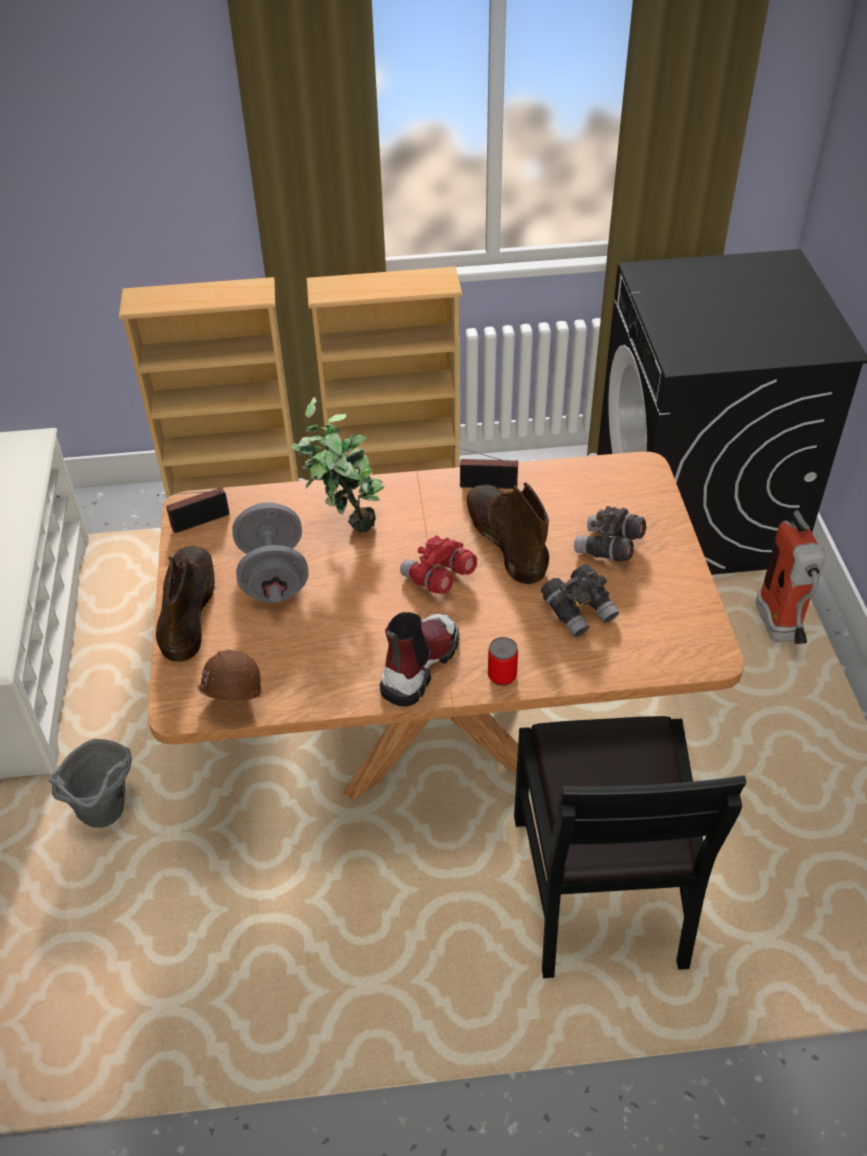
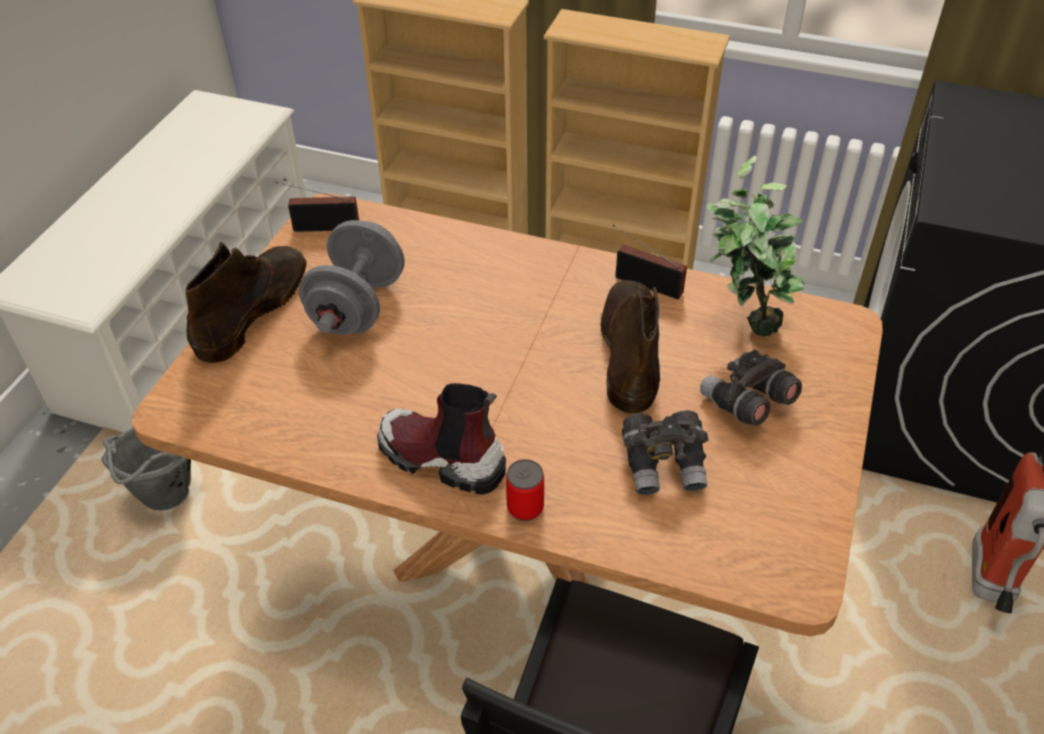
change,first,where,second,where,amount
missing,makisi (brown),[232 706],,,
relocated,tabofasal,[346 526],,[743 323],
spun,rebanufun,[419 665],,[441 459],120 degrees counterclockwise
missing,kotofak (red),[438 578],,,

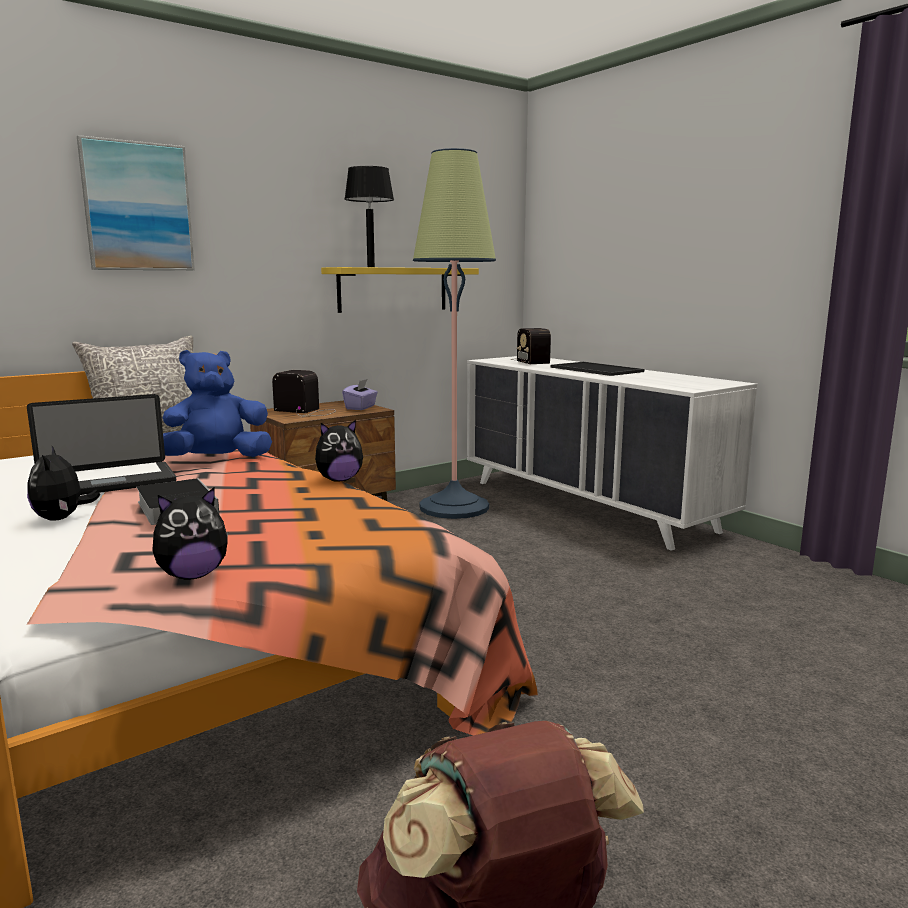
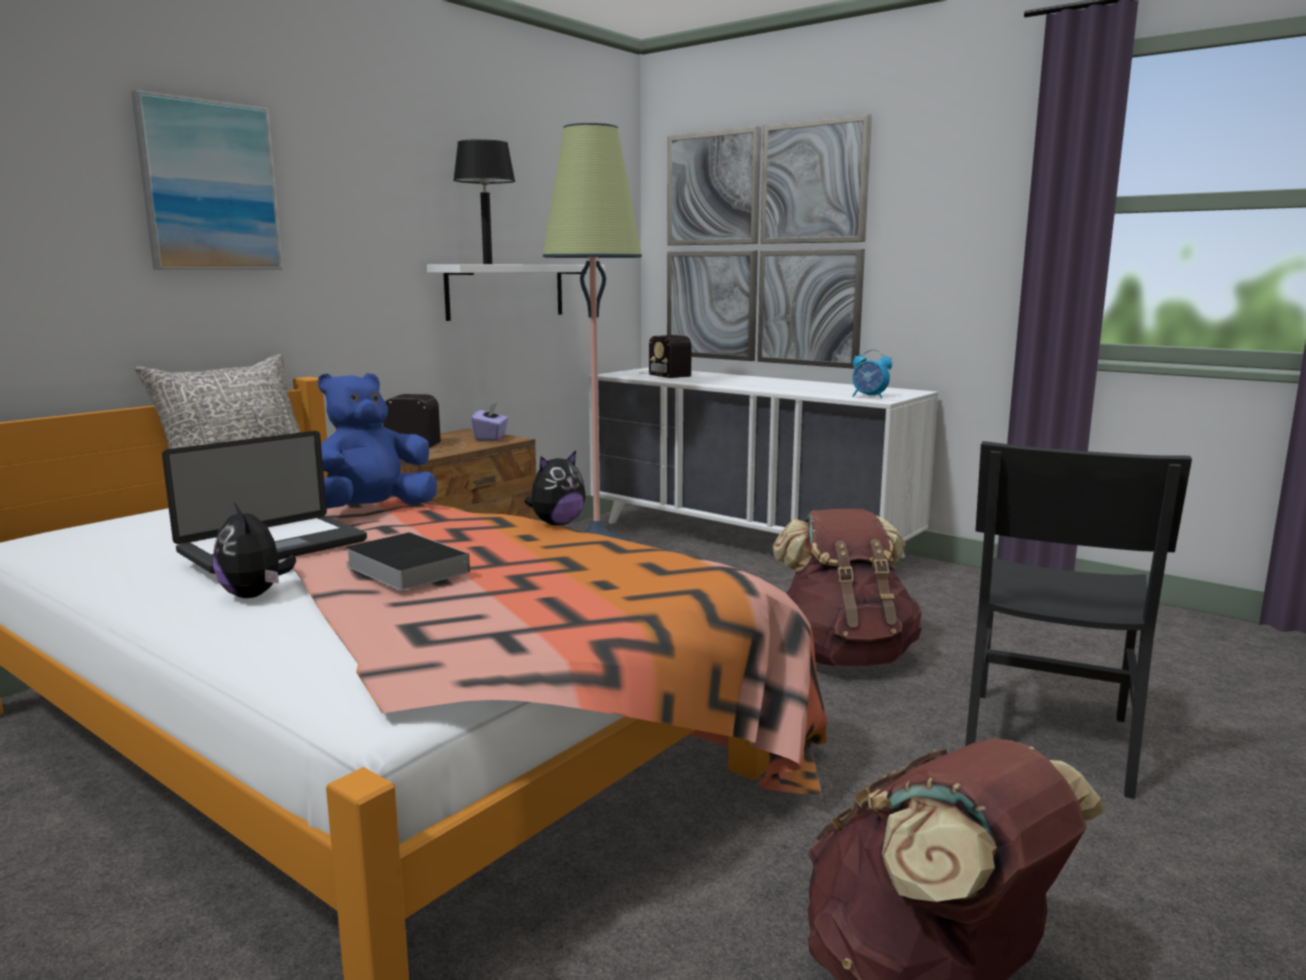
change,first,where,second,where,amount
missing,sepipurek,[193 575],,,
colour,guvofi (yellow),[393 289],guvofi (white),[506 291],
missing,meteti,[594 369],,,
appeared,,,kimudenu,[760 247],
appeared,,,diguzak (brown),[843 656],
appeared,,,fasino,[869 397],
appeared,,,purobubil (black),[1047 740],

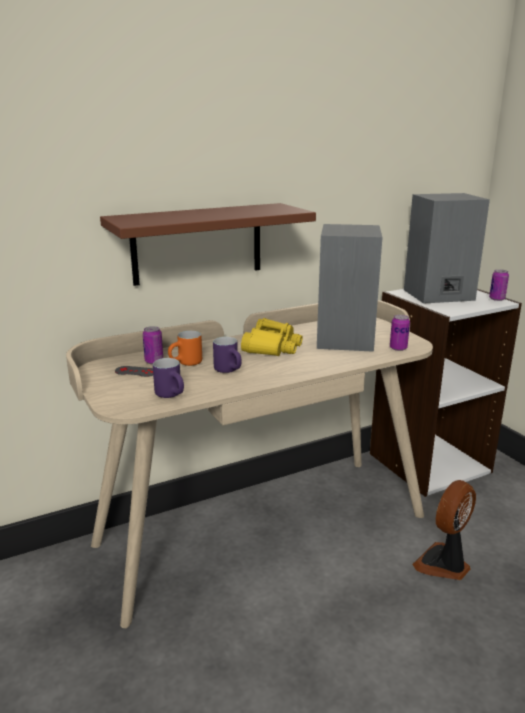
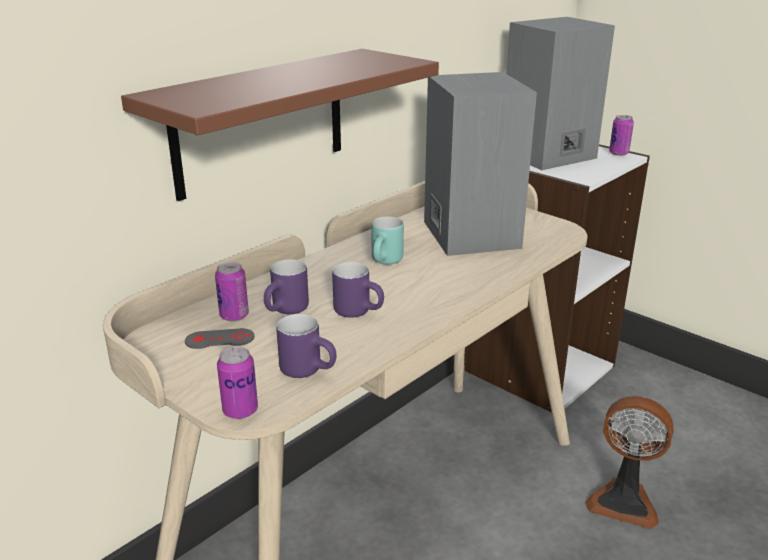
change,first,where,second,where,amount
colour,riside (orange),[186 364],riside (purple),[287 312],
exchanged,kotofak (yellow),[272 347],riside (turquoise),[387 263],
relocated,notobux,[398 348],,[240 410],
spun,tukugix,[444 564],,[624 501],90 degrees counterclockwise

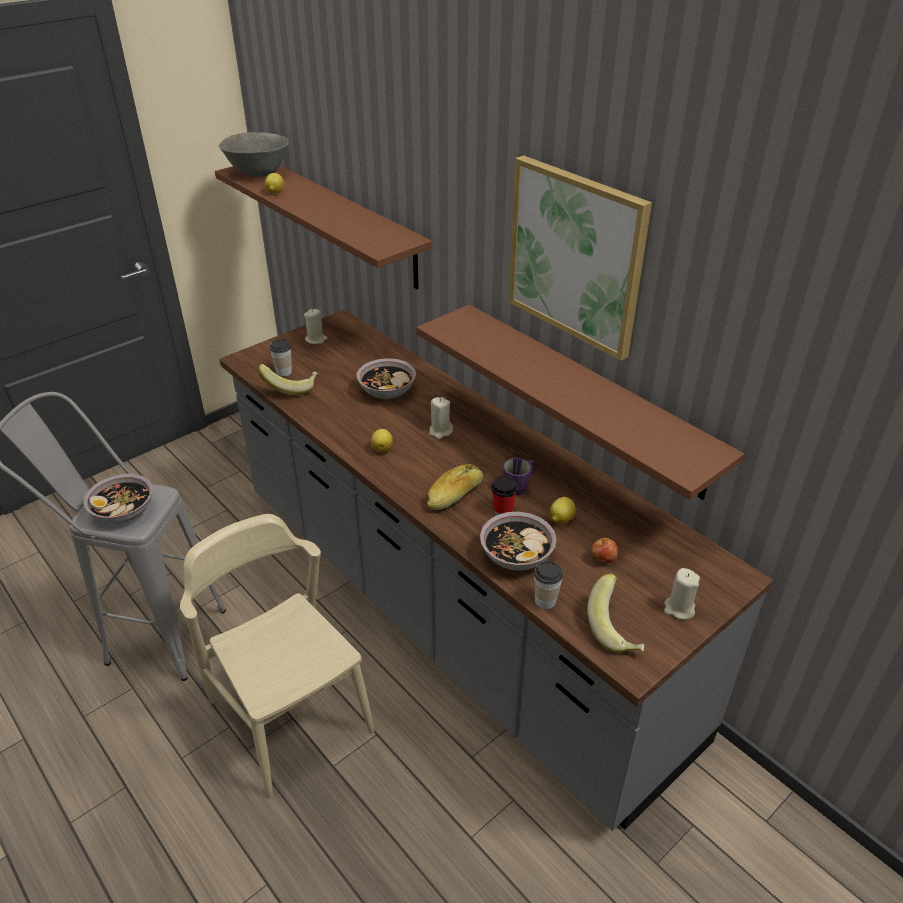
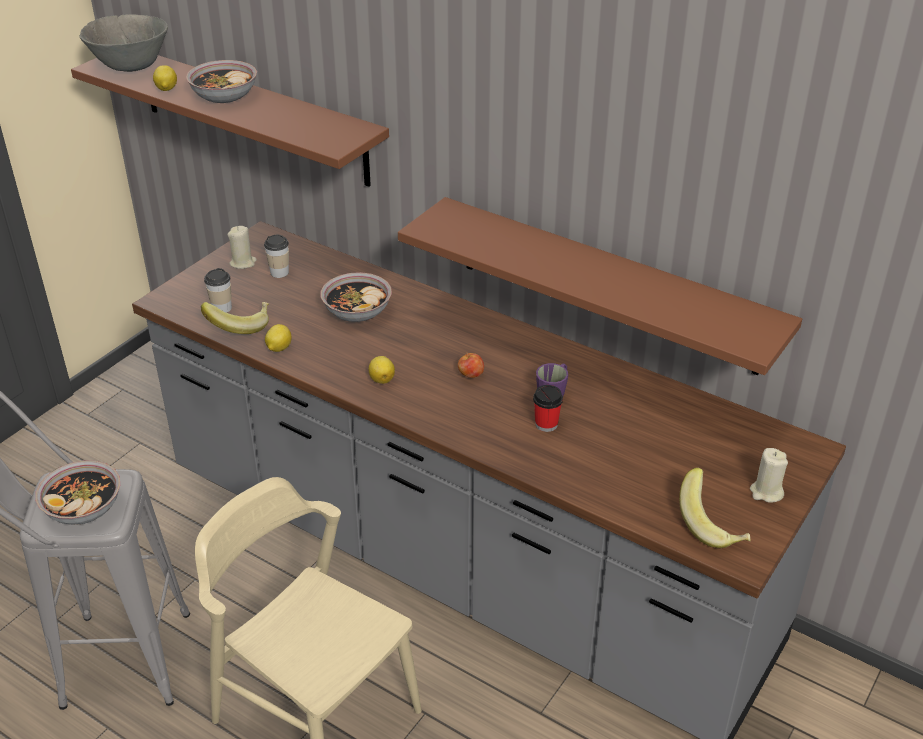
change,first,where,second,where,amount
missing,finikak,[455 495],,,
missing,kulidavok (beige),[440 431],,,
relocated,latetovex,[516 555],,[224 96],
missing,kimudenu,[576 256],,,
relocated,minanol,[545 600],,[279 272],
relocated,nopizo,[561 519],,[278 348],
relocated,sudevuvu,[603 559],,[470 375],

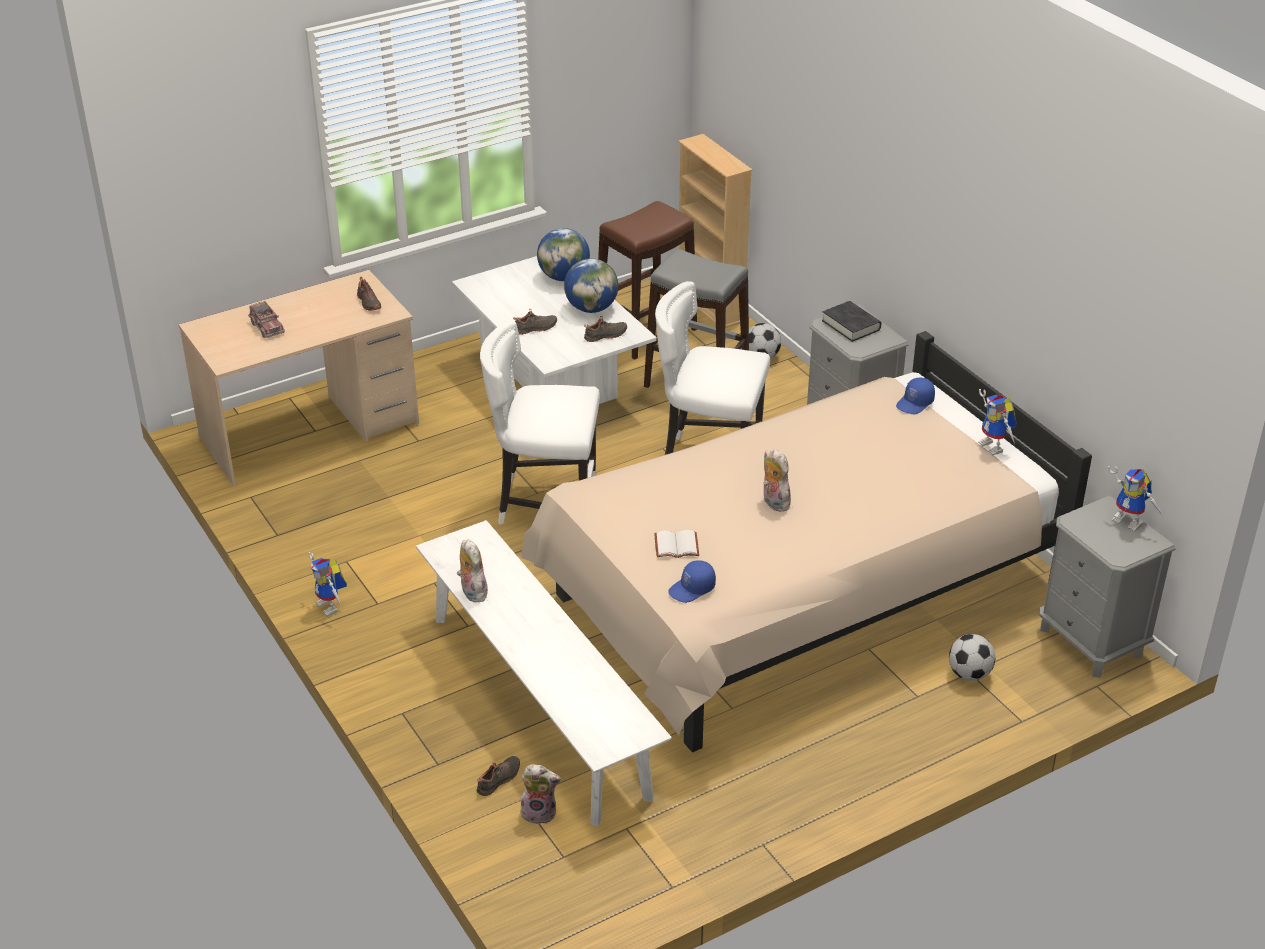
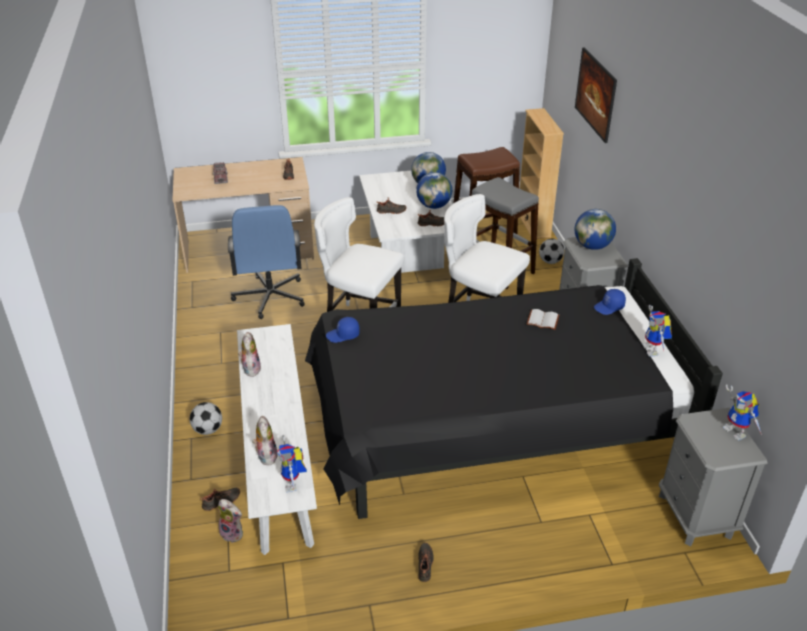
change,first,where,second,where,amount
relocated,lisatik,[332 606],,[294 484],
colour,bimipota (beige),[796 597],bimipota (black),[490 426],
relocated,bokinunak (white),[677 545],,[543 320],
relocated,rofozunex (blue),[692 589],,[343 335],
relocated,sepipurek,[773 502],,[266 455],
exchanged,bokinunak (black),[851 325],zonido,[592 246],
relocated,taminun,[969 674],,[208 430],
appeared,,,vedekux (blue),[270 297],
appeared,,,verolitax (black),[426 565],
appeared,,,kimudenu,[593 109],

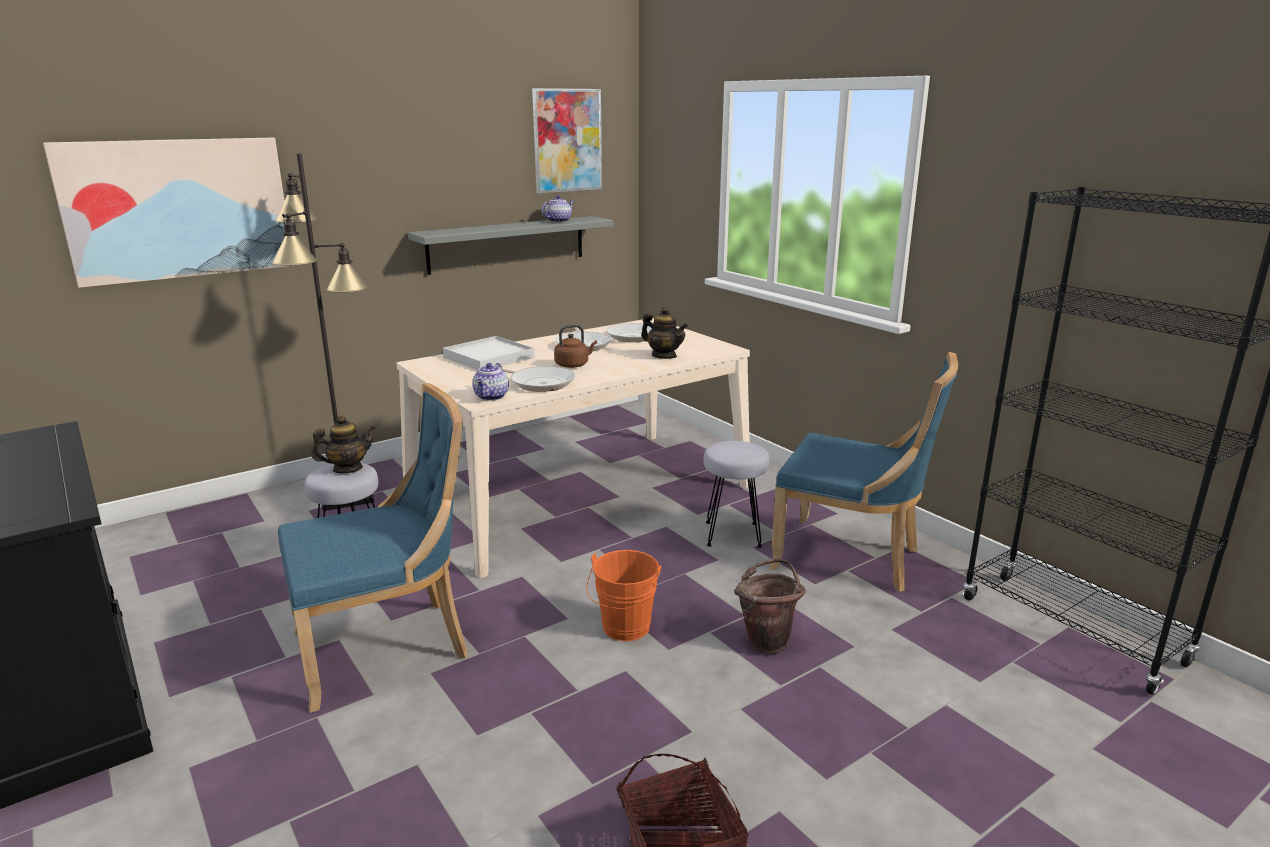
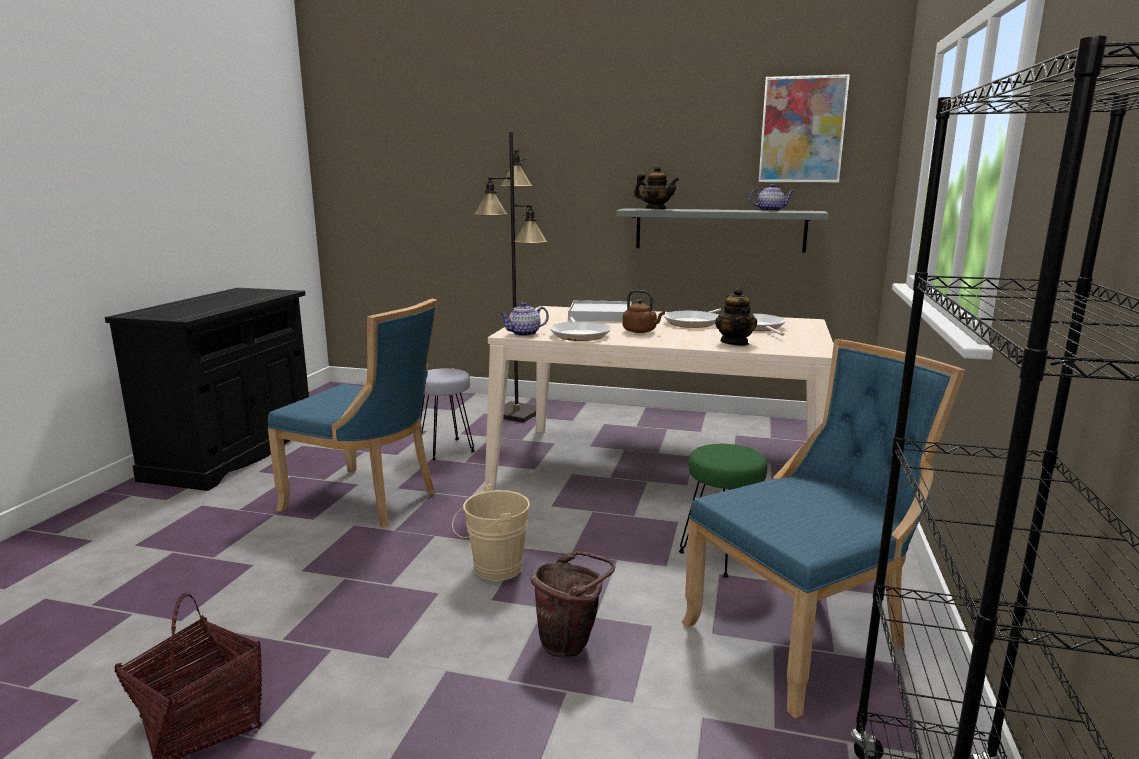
change,first,where,second,where,amount
missing,kimudenu,[178 209],,,
relocated,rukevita,[347 469],,[655 209],
colour,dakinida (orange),[624 630],dakinida (beige),[492 569],
colour,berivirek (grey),[732 535],berivirek (green),[721 555],
spun,purobubil (blue),[852 558],,[804 637],105 degrees counterclockwise

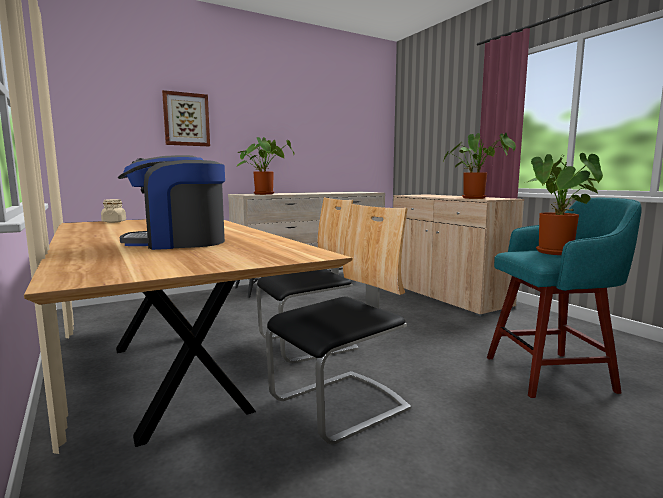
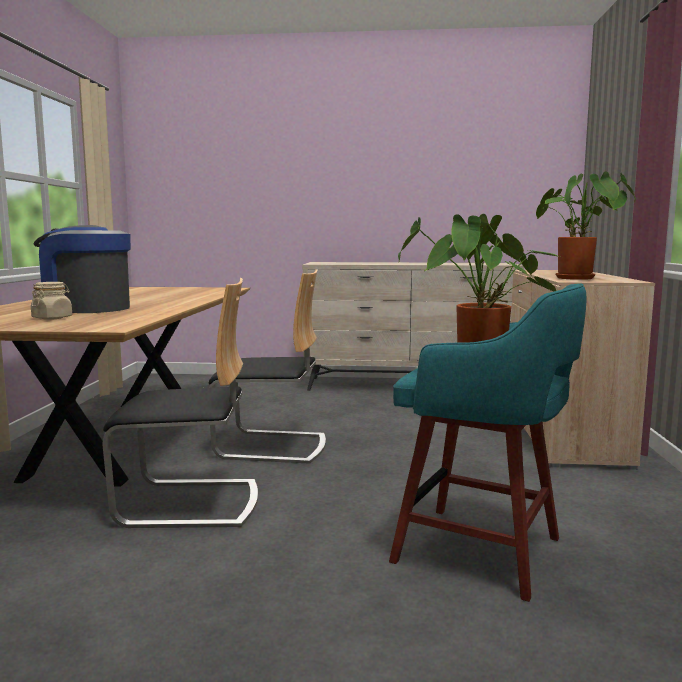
change,first,where,second,where,amount
relocated,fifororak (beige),[114 222],,[52 318],
missing,kimudenu,[186 119],,,
missing,tabofasal,[265 194],,,

